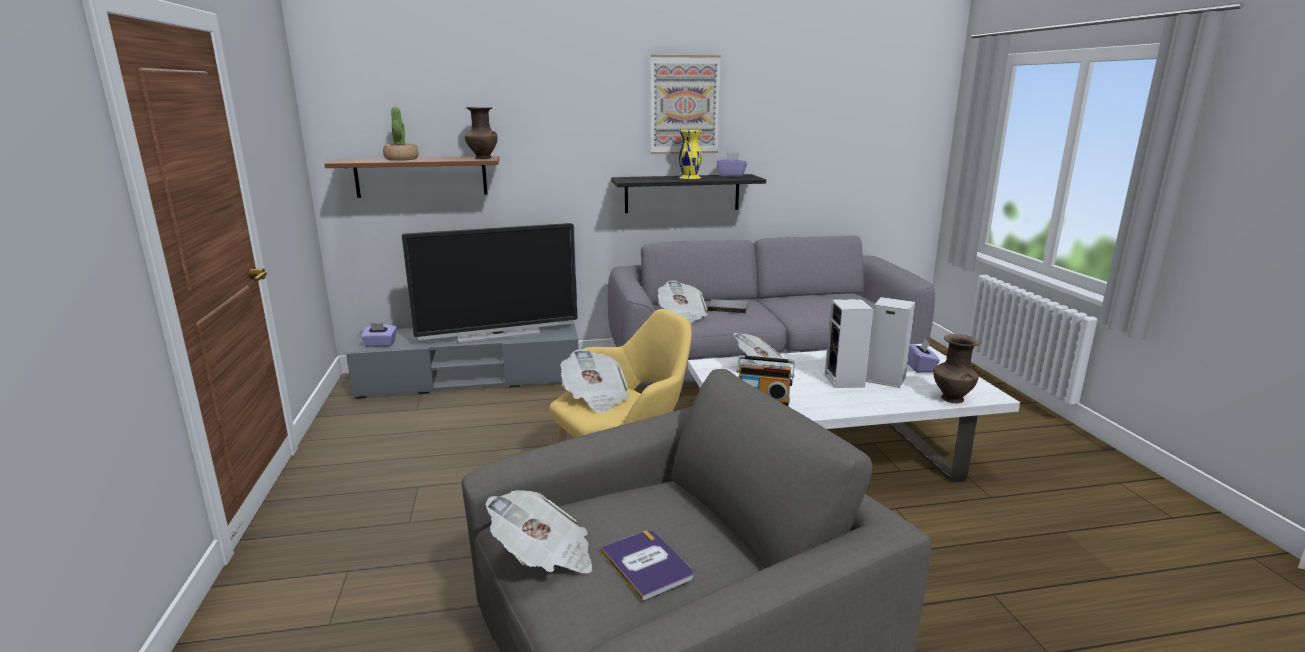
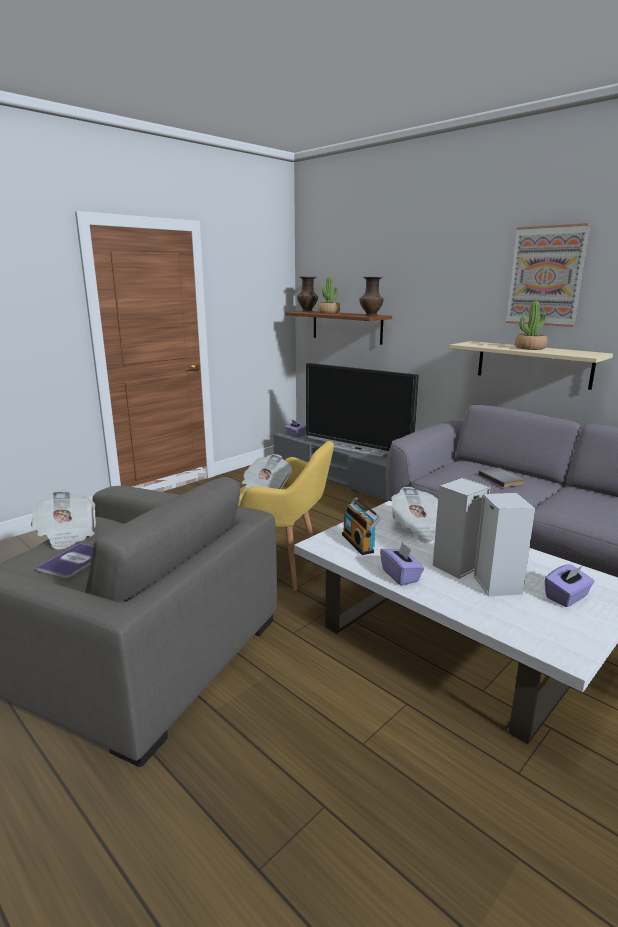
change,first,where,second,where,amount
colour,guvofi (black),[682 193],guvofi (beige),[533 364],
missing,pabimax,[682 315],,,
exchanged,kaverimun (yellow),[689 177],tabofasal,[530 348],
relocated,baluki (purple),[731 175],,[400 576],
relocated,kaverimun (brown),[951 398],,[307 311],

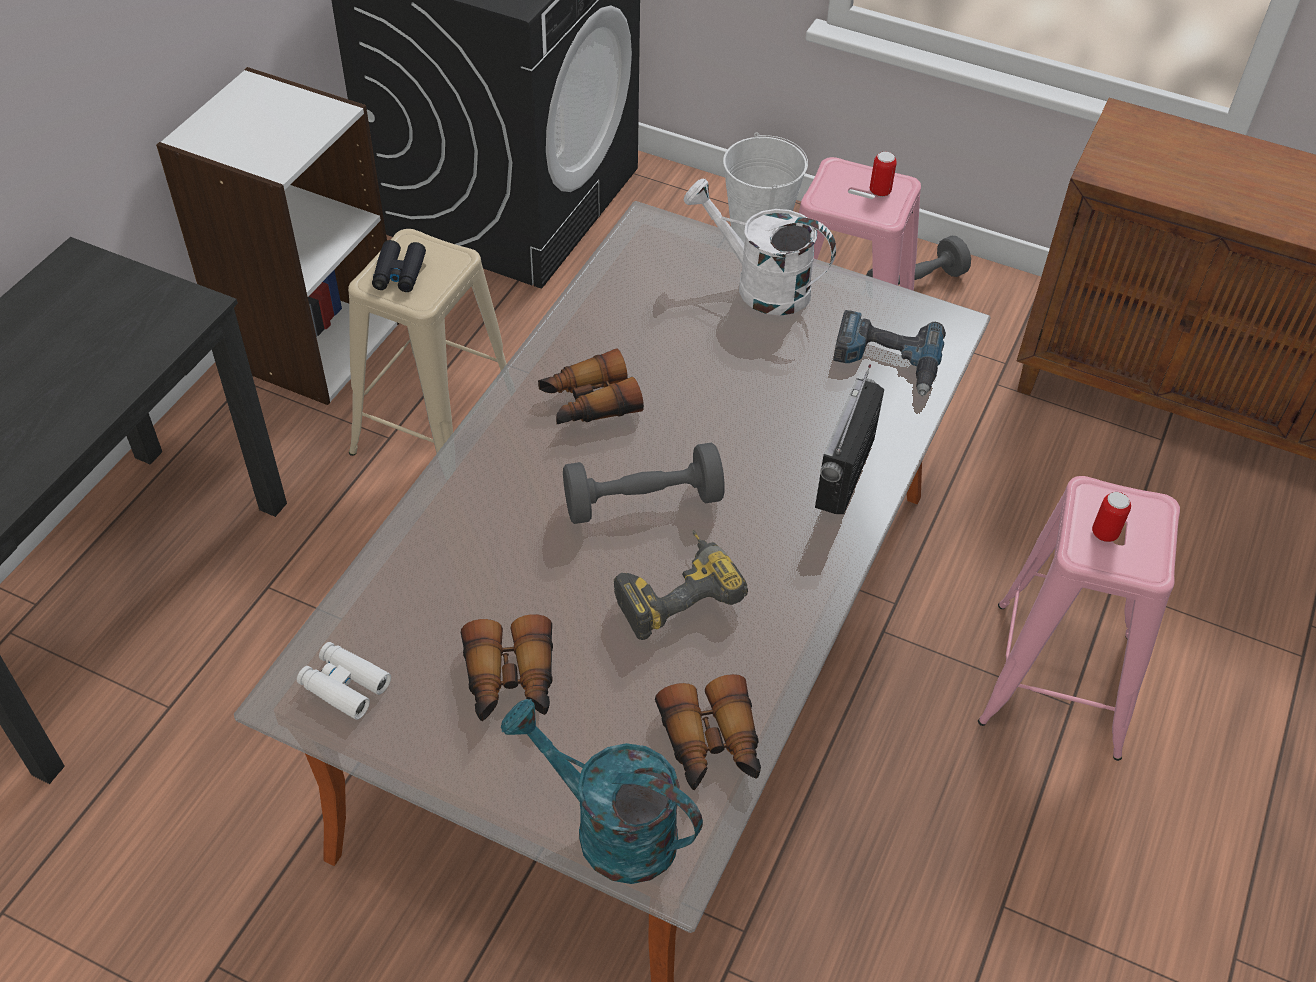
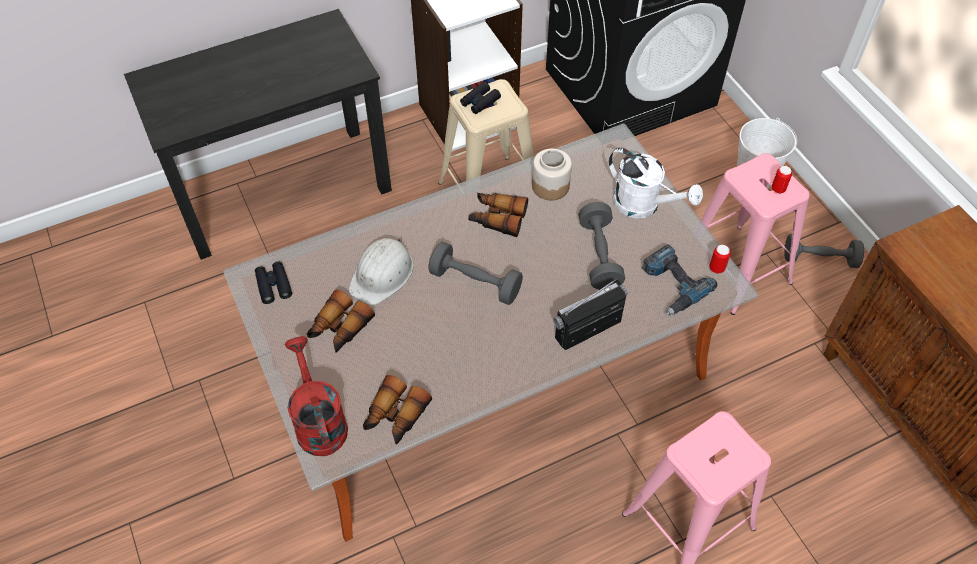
change,first,where,second,where,amount
colour,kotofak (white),[344 685],kotofak (black),[273 285],
colour,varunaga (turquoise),[609 828],varunaga (red),[318 421],
missing,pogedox,[674 591],,,
spun,varunaga (white),[760 285],,[644 205],150 degrees clockwise
relocated,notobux,[1104 533],,[717 268],
appeared,,,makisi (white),[382 274],
appeared,,,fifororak,[550 186],
appeared,,,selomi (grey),[599 255],

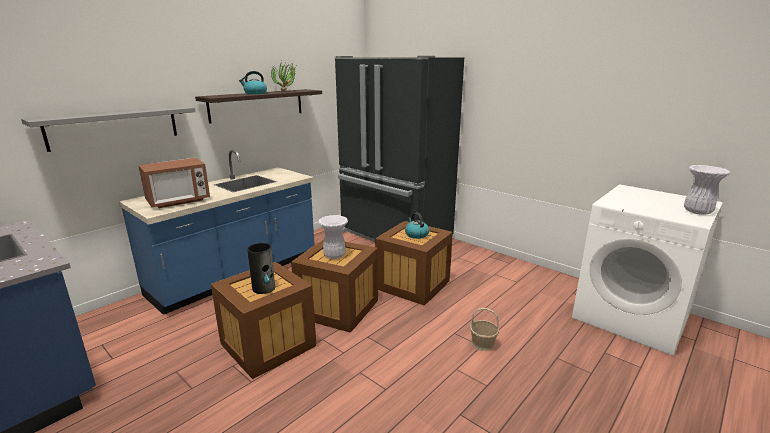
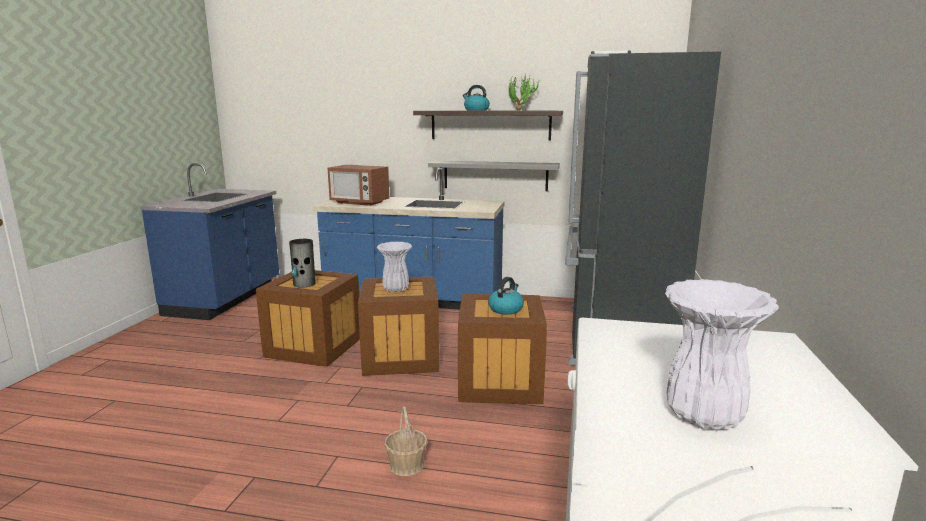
change,first,where,second,where,amount
relocated,guvofi (grey),[114 127],,[495 175],

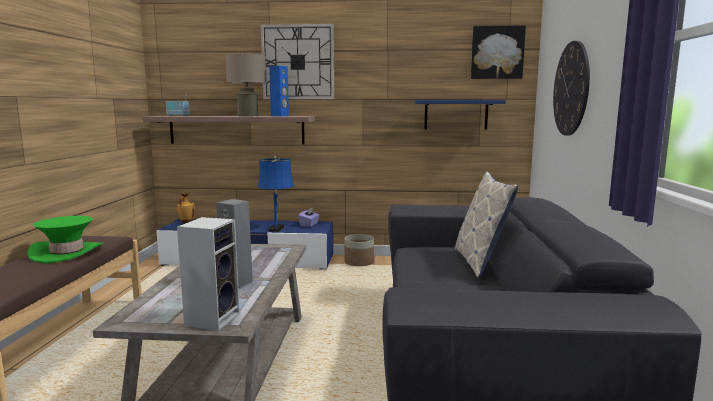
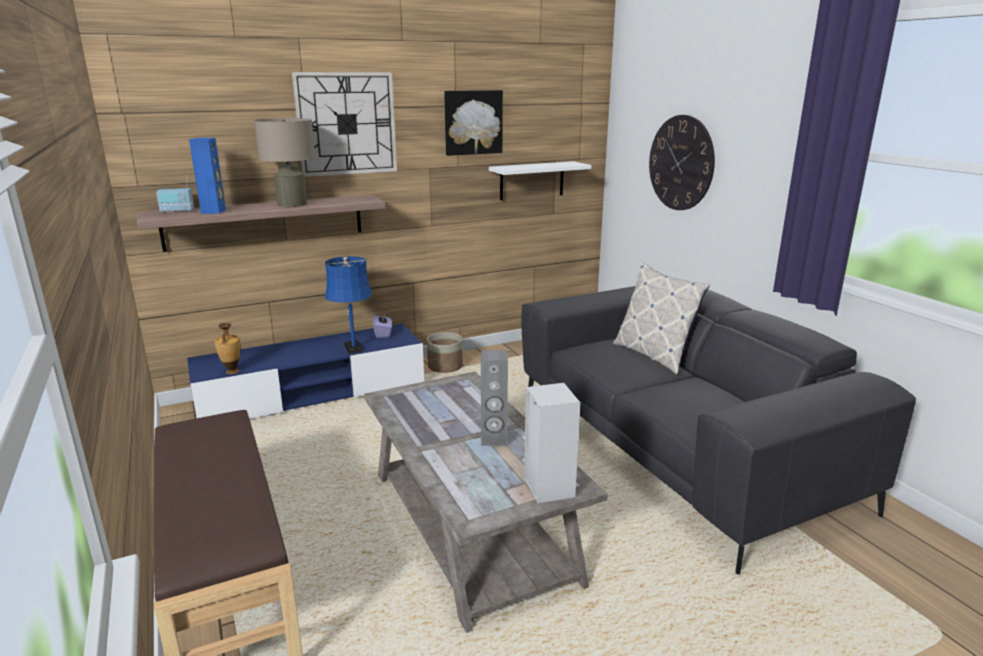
change,first,where,second,where,amount
missing,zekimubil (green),[67 253],,,
relocated,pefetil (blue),[280 116],,[214 211],
colour,guvofi (blue),[456 115],guvofi (white),[532 180],
relocated,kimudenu,[497 52],,[472 122],

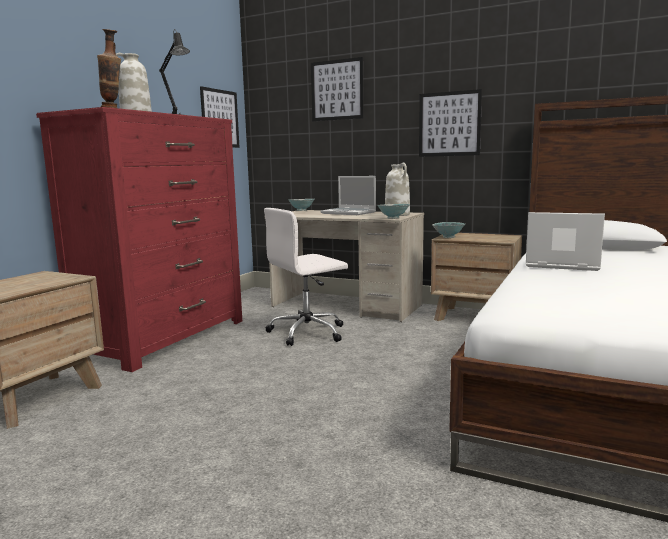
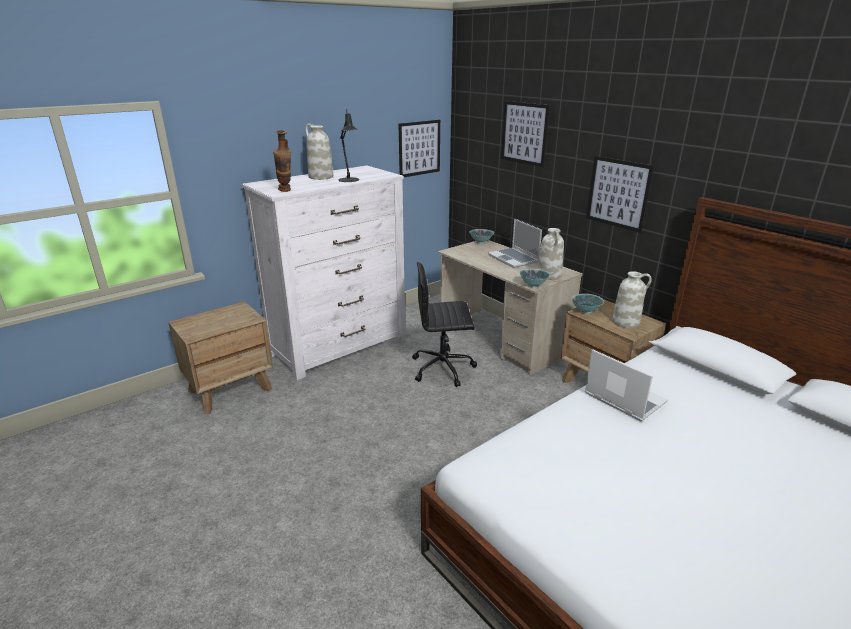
change,first,where,second,where,amount
colour,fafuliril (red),[165 338],fafuliril (white),[339 346],
colour,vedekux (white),[308 332],vedekux (black),[443 368],
appeared,,,kaverimun (white),[626 322],

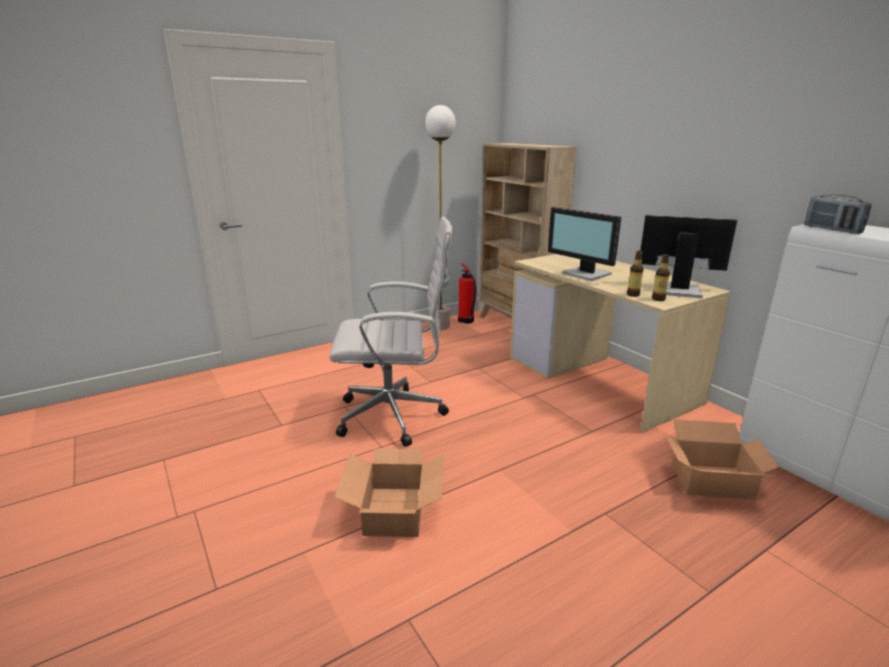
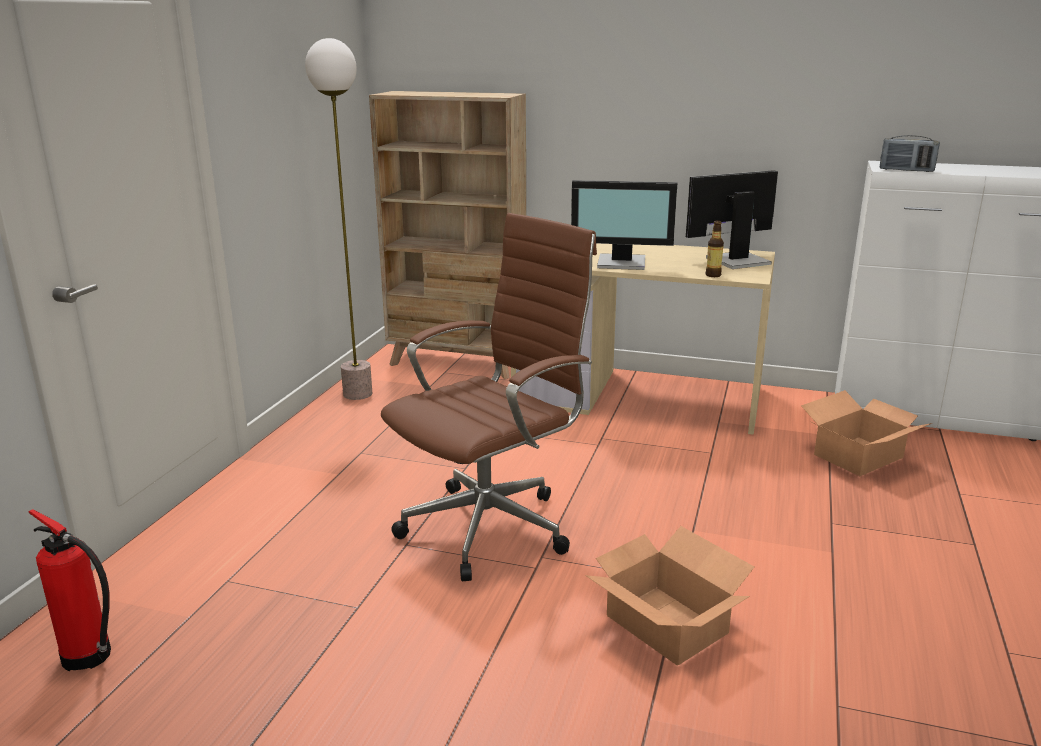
change,first,where,second,where,amount
colour,vedekux (white),[396 416],vedekux (brown),[493 526],
relocated,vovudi,[466 321],,[89 658],
missing,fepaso,[658 299],,,

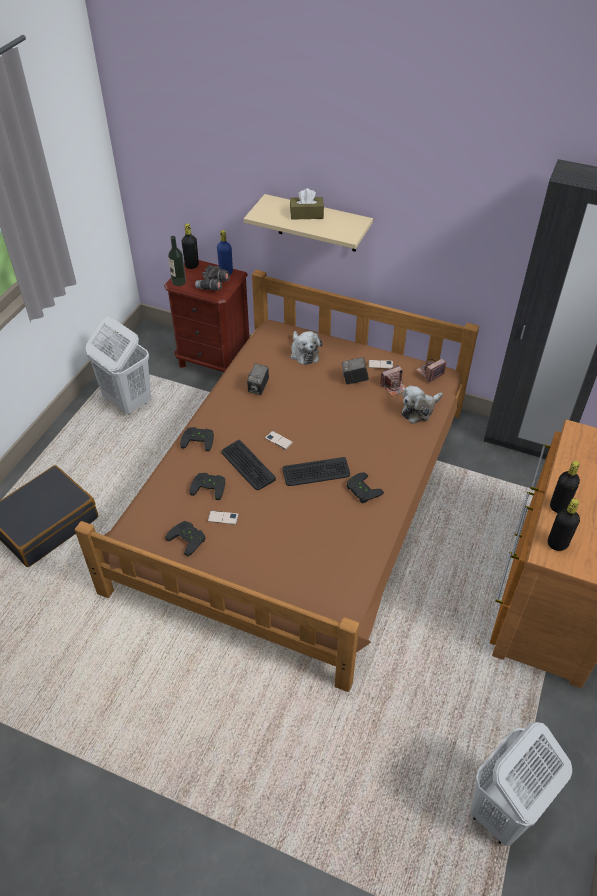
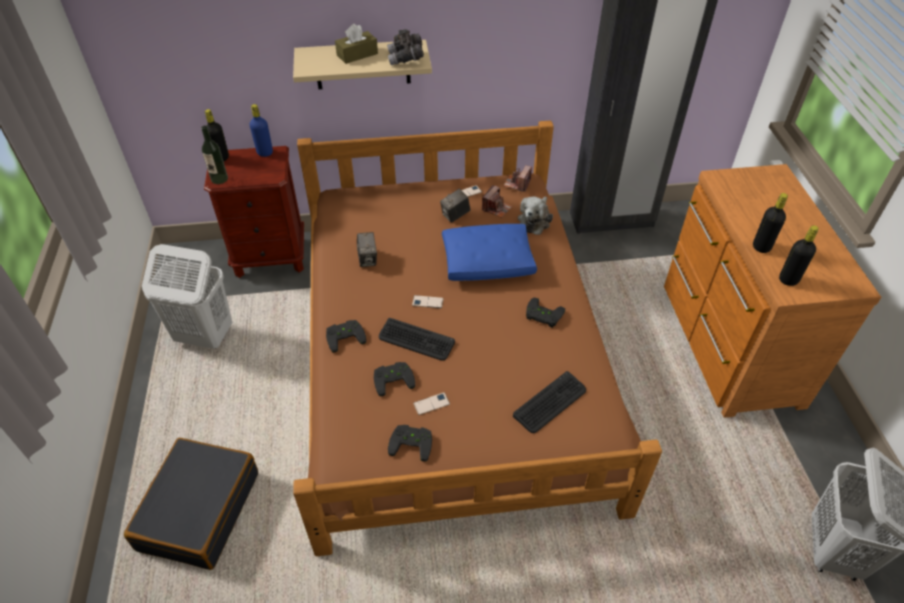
change,first,where,second,where,amount
relocated,kotofak (grey),[213 286],,[406 59],
relocated,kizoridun,[316 472],,[550 403],
missing,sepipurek,[304 353],,,
appeared,,,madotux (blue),[488 262],

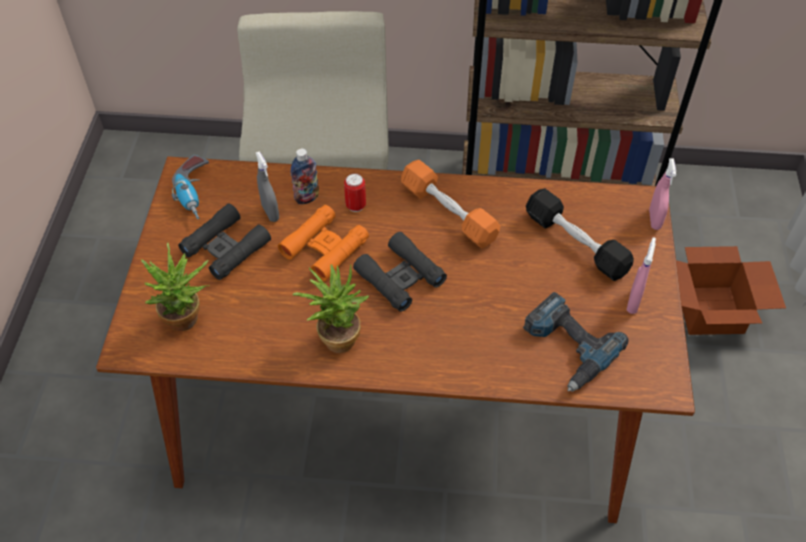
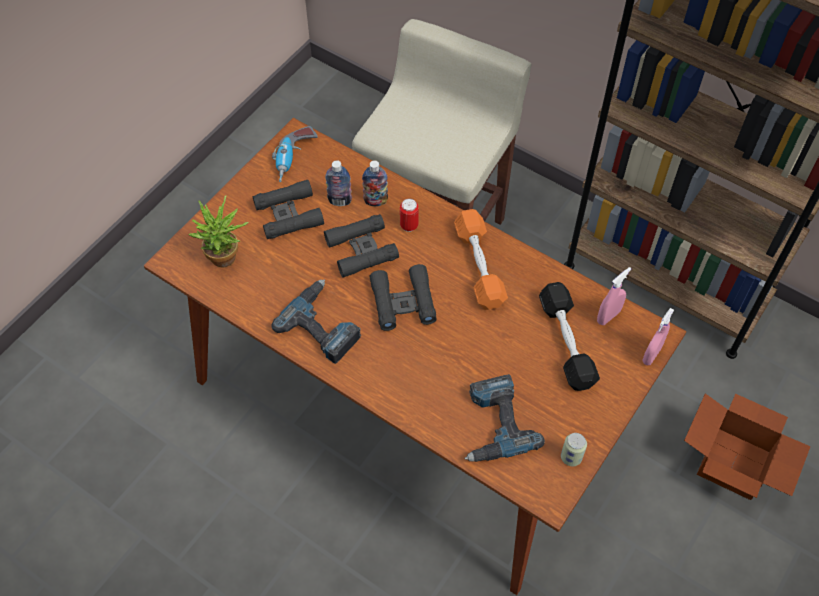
change,first,where,second,where,amount
exchanged,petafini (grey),[270 212],fepaso,[340 201],
colour,kotofak (orange),[324 248],kotofak (black),[361 250],
exchanged,tabofasal,[336 336],pogedox,[323 325],
relocated,petafini (pink),[633 302],,[608 316],
appeared,,,notobux,[571 457],

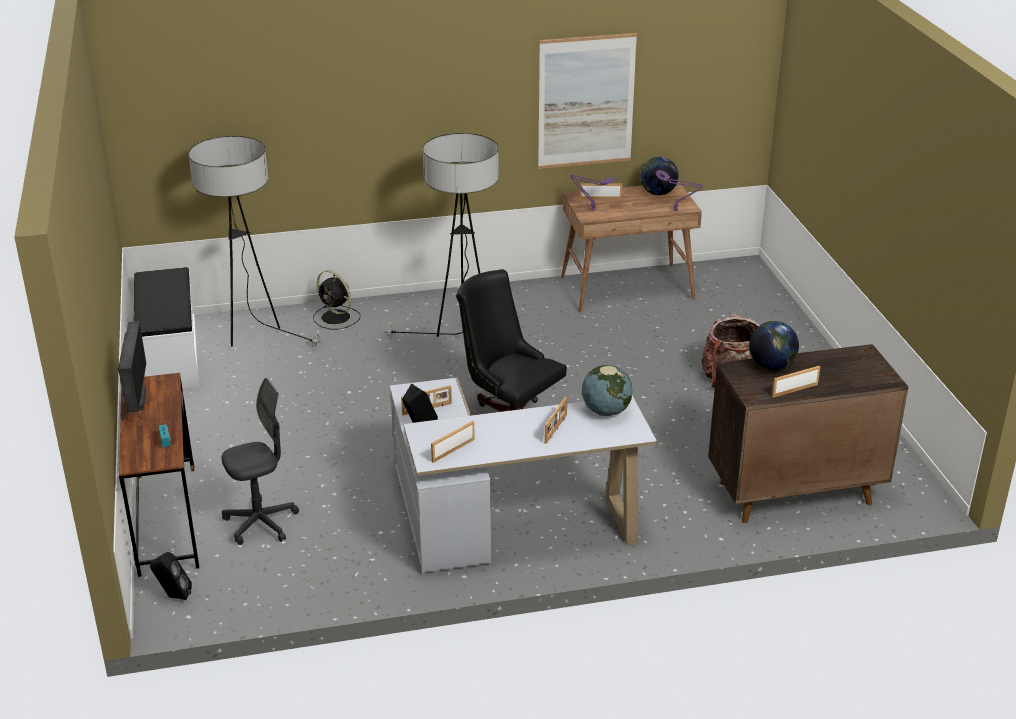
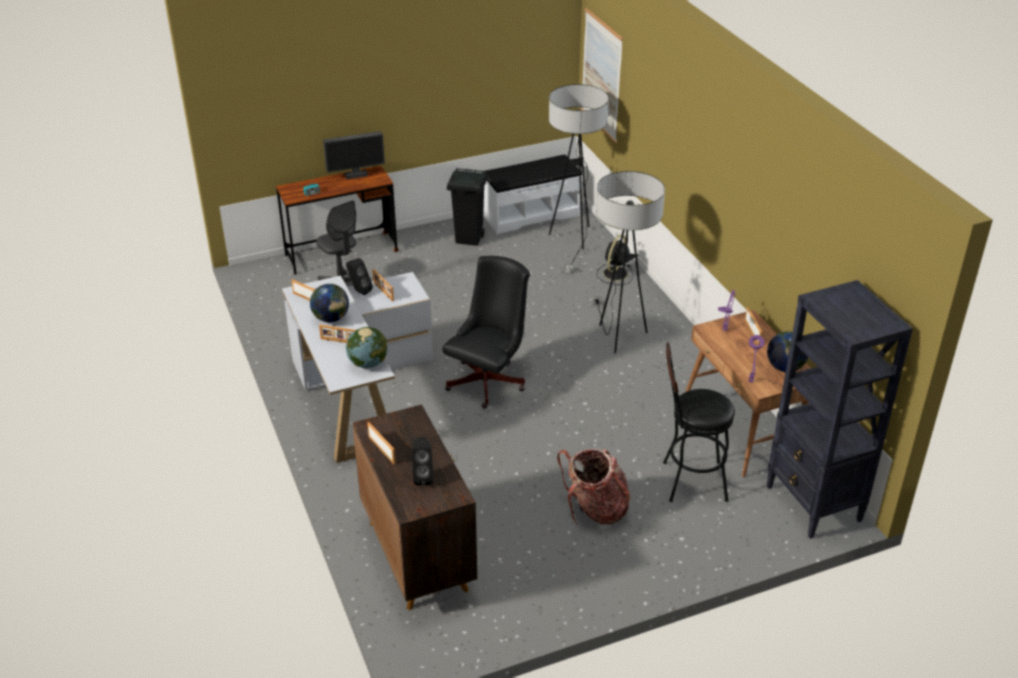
change,first,where,second,where,amount
relocated,pefetil (black),[173 596],,[423 477],
relocated,kimudenu,[586 101],,[601 75],
relocated,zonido,[771 366],,[331 319],
appeared,,,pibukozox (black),[469 239],
appeared,,,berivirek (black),[688 481],
appeared,,,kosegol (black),[813 504],

